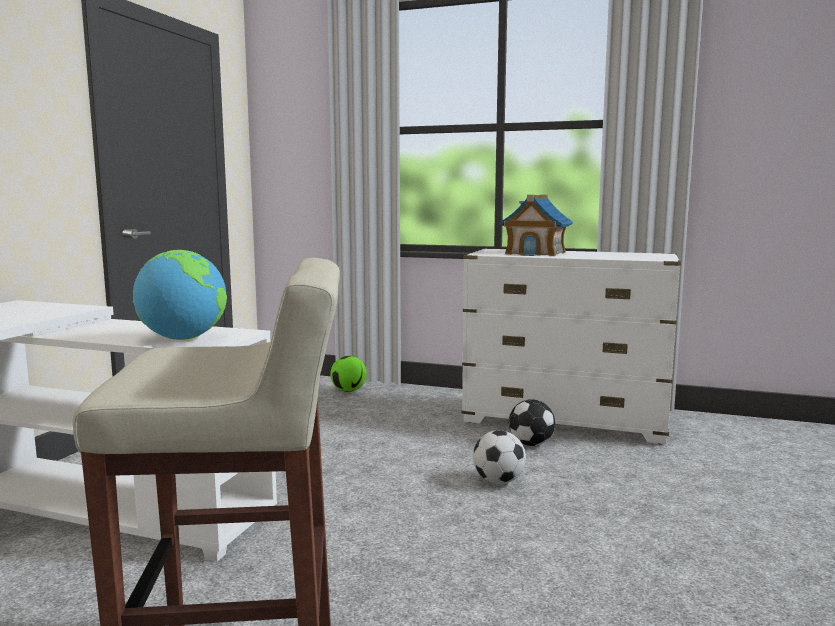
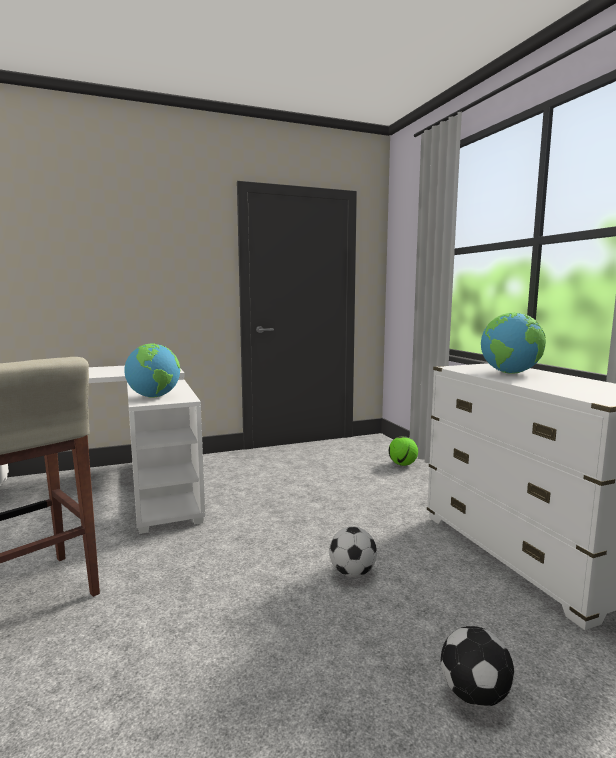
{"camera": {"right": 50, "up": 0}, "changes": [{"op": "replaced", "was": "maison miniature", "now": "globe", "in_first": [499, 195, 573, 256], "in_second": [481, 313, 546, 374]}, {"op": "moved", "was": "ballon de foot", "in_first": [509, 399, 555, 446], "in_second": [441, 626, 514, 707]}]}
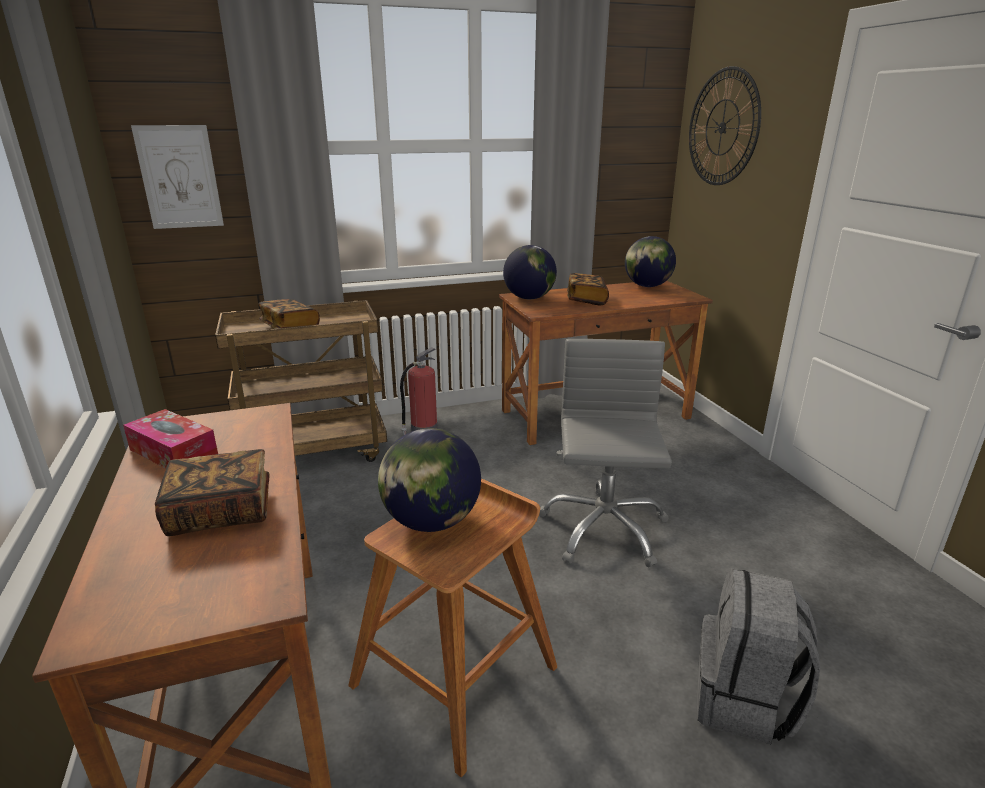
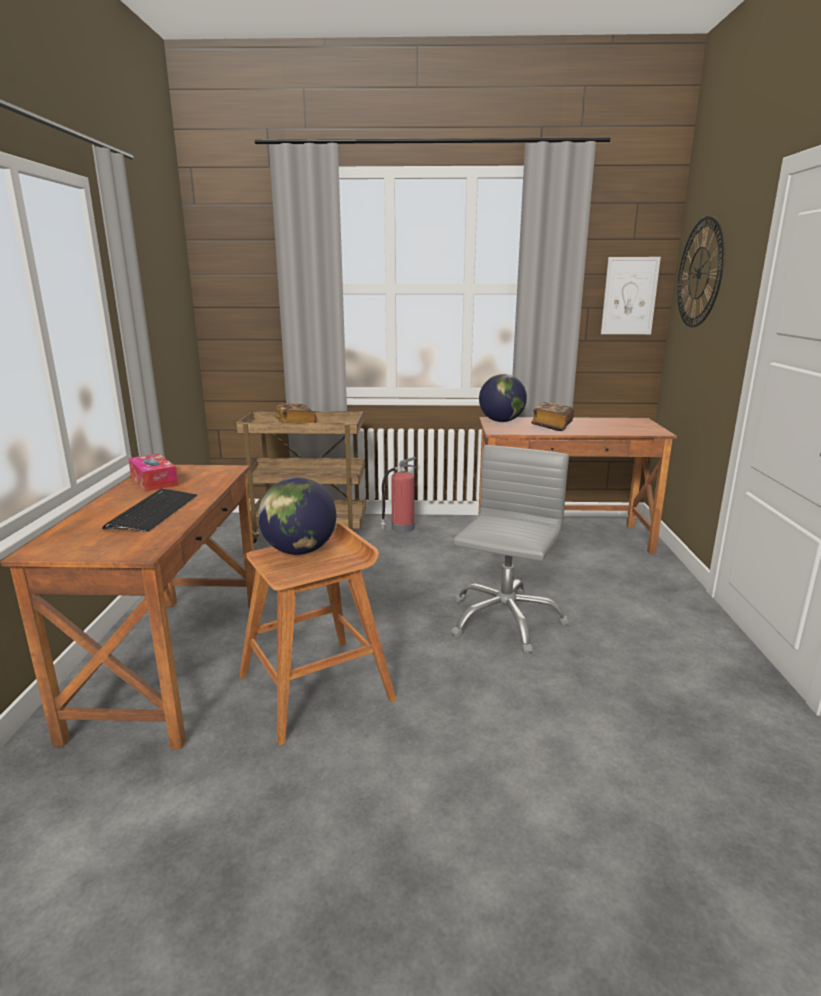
{"camera": {"right": 20, "up": -5}, "changes": [{"op": "moved", "was": "tableau", "in_first": [131, 125, 224, 229], "in_second": [601, 257, 661, 334]}, {"op": "removed", "was": "globe", "in_first": [625, 236, 676, 287]}, {"op": "replaced", "was": "livre", "now": "clavier", "in_first": [155, 449, 270, 536], "in_second": [102, 489, 197, 532]}, {"op": "removed", "was": "sac à dos [gris]", "in_first": [697, 568, 820, 744]}]}
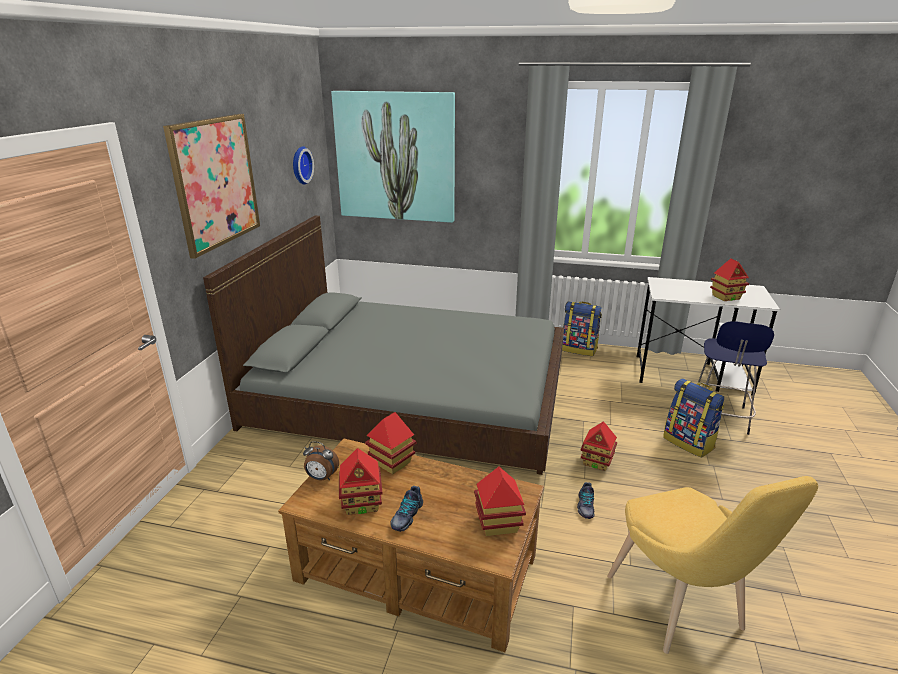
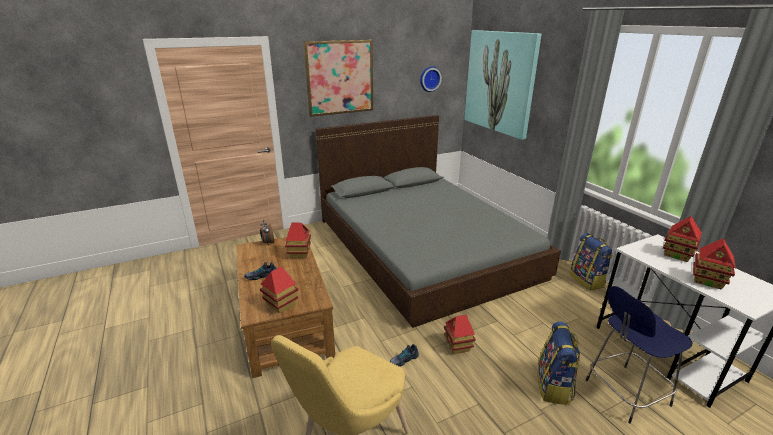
{"camera": {"right": 50, "up": 0}, "changes": [{"op": "moved", "was": "maison miniature", "in_first": [339, 448, 382, 515], "in_second": [663, 216, 702, 262]}]}
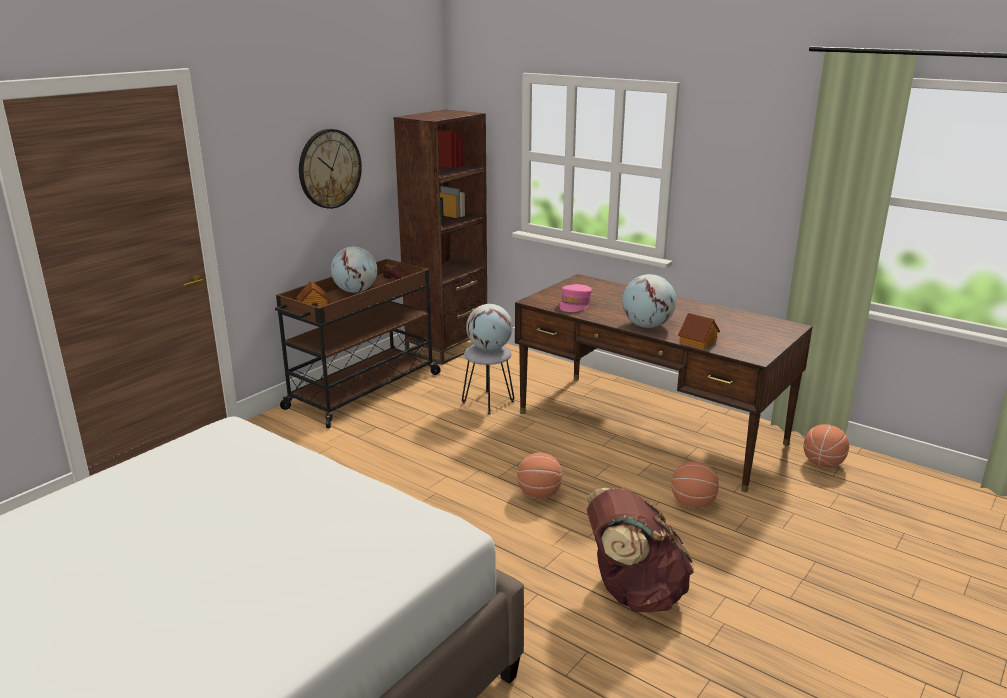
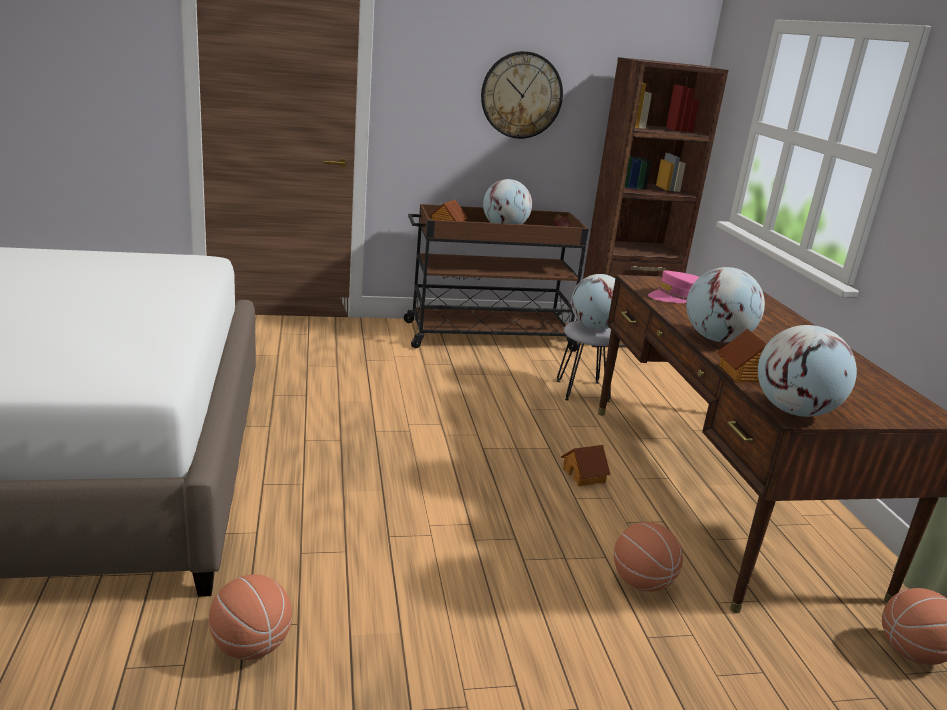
{"camera": {"right": 40, "up": 0}, "changes": [{"op": "moved", "was": "ballon de basket", "in_first": [517, 453, 562, 499], "in_second": [209, 574, 292, 660]}, {"op": "removed", "was": "sac à dos [marron]", "in_first": [586, 488, 694, 612]}, {"op": "added", "now": "globe", "in_second": [758, 325, 857, 417]}, {"op": "added", "now": "maison miniature", "in_second": [561, 445, 611, 486]}]}
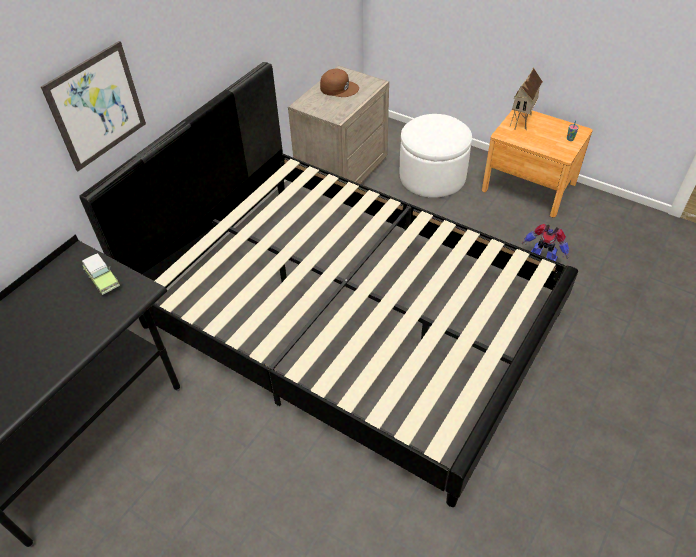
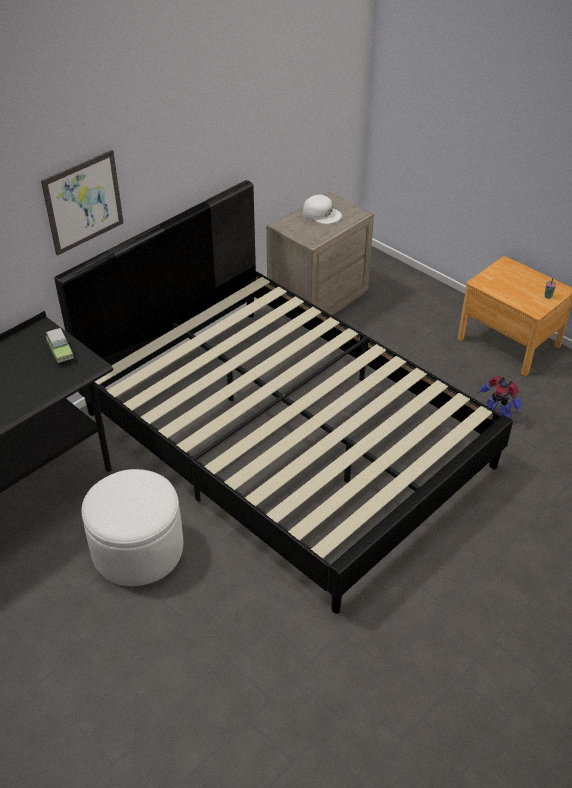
{"camera": {"right": 10, "up": -5}, "changes": [{"op": "removed", "was": "maison miniature", "in_first": [510, 67, 543, 130]}, {"op": "recoloured", "was": "casquette [marron]", "now": "casquette [blanc]", "in_first": [320, 69, 359, 97], "in_second": [303, 195, 342, 224]}, {"op": "moved", "was": "pouf [blanc]", "in_first": [400, 114, 472, 198], "in_second": [82, 469, 183, 586]}]}
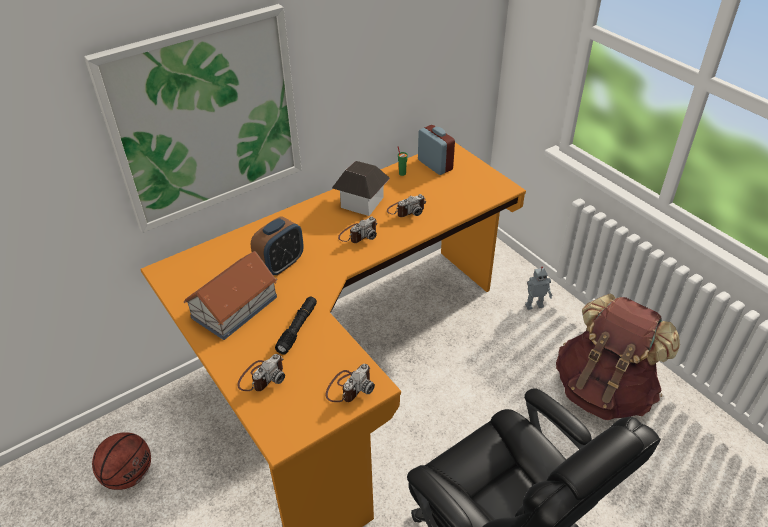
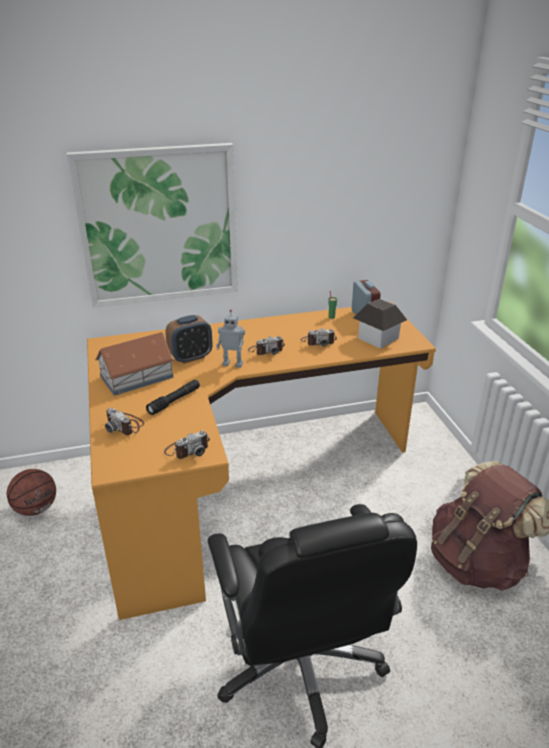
{"camera": {"right": 20, "up": -10}, "changes": [{"op": "moved", "was": "maison miniature", "in_first": [332, 161, 390, 216], "in_second": [353, 299, 407, 349]}, {"op": "moved", "was": "robot jouet", "in_first": [525, 266, 553, 310], "in_second": [216, 309, 245, 368]}, {"op": "turned", "was": "appareil photo", "in_first": [237, 354, 285, 391], "in_second": [105, 408, 144, 435], "clockwise": 75}]}
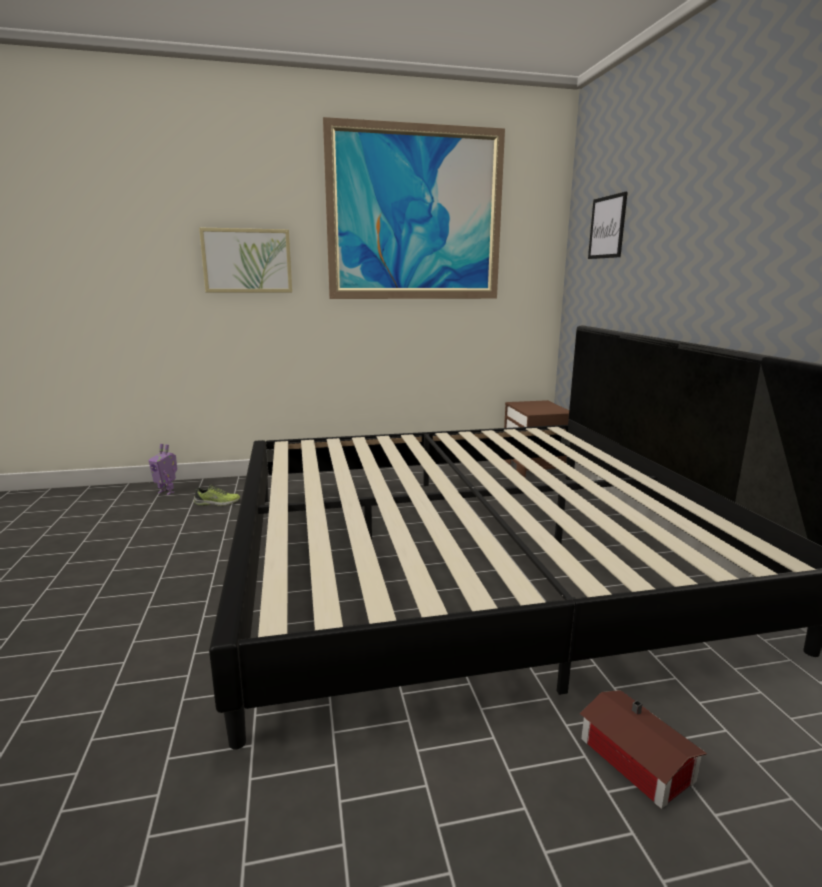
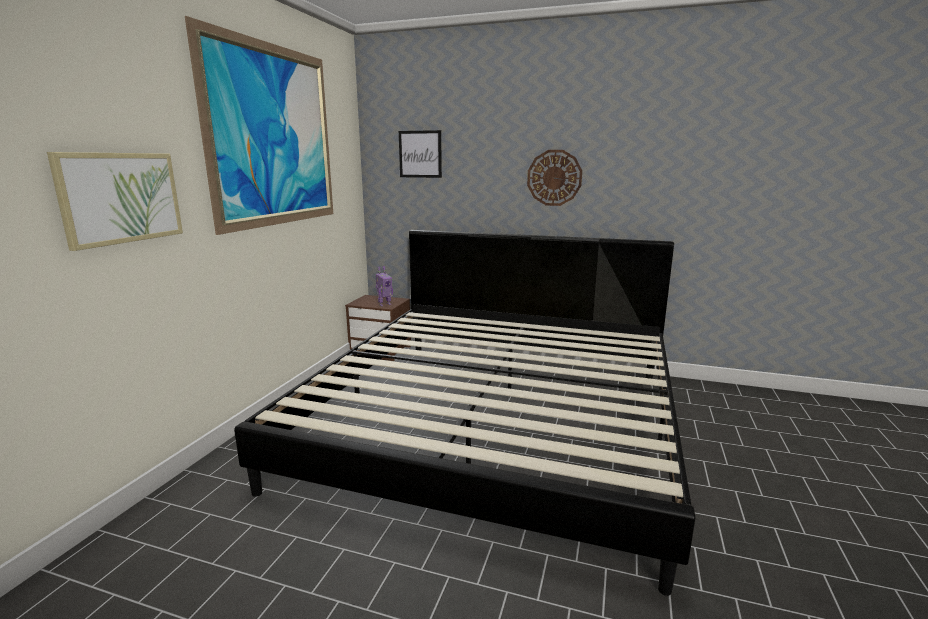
{"camera": {"right": -60, "up": 0}, "changes": [{"op": "moved", "was": "robot jouet", "in_first": [148, 444, 177, 495], "in_second": [376, 266, 393, 306]}, {"op": "removed", "was": "chaussure", "in_first": [194, 485, 240, 506]}, {"op": "removed", "was": "maison miniature", "in_first": [579, 690, 707, 809]}, {"op": "added", "now": "horloge murale", "in_second": [527, 150, 582, 206]}]}
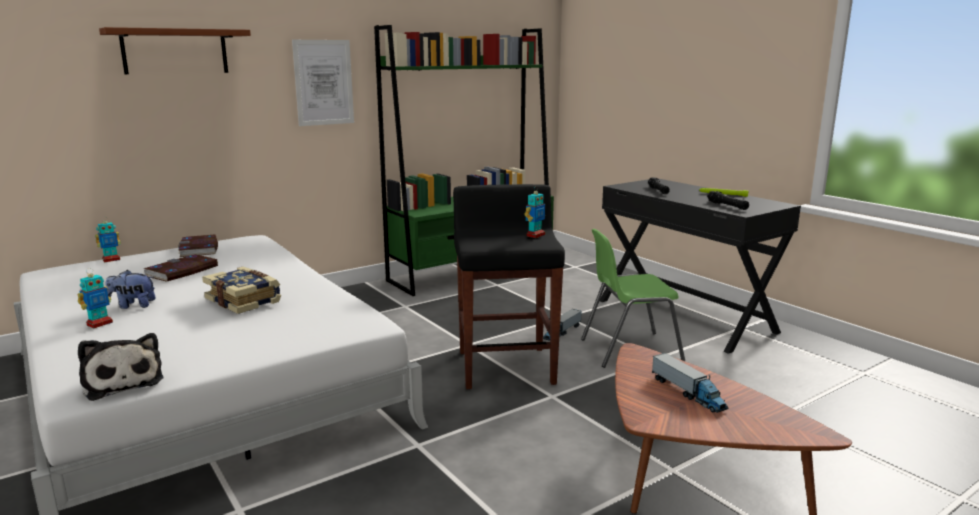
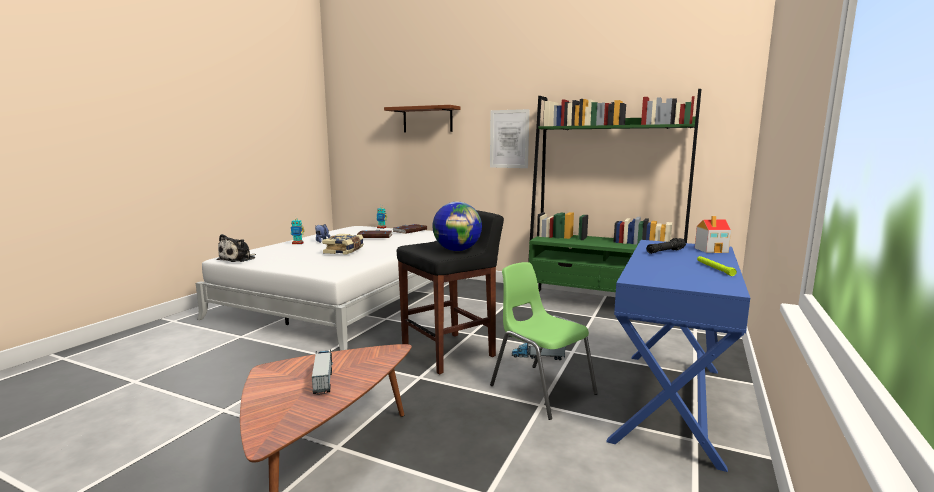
{"camera": {"right": 60, "up": -5}, "changes": [{"op": "recoloured", "was": "bureau [noir]", "now": "bureau [bleu]", "in_first": [600, 179, 801, 354], "in_second": [606, 240, 750, 472]}, {"op": "replaced", "was": "robot jouet", "now": "globe", "in_first": [524, 186, 545, 238], "in_second": [432, 202, 482, 251]}, {"op": "removed", "was": "lampe de poche [noir]", "in_first": [707, 191, 749, 210]}, {"op": "turned", "was": "camion jouet", "in_first": [652, 353, 729, 413], "in_second": [312, 349, 333, 395], "clockwise": 135}, {"op": "added", "now": "maison miniature", "in_second": [695, 216, 731, 253]}]}
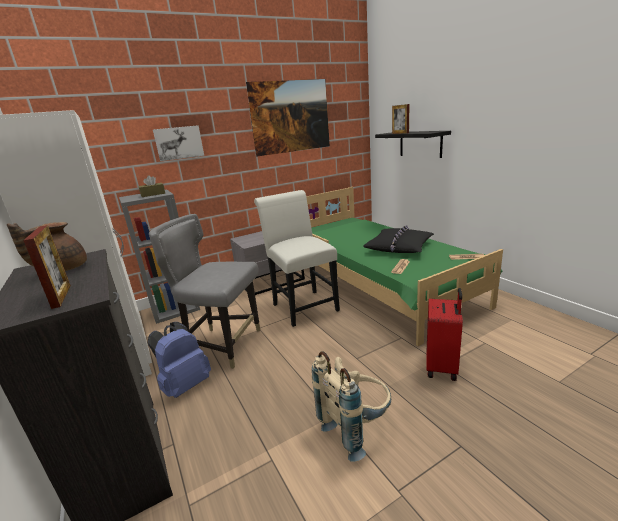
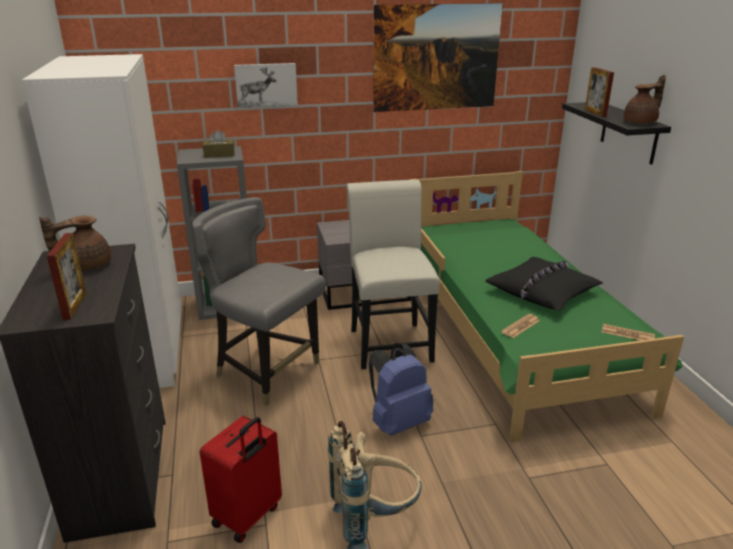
{"camera": {"right": 15, "up": 5}, "changes": [{"op": "moved", "was": "valise [rouge]", "in_first": [426, 288, 463, 381], "in_second": [200, 416, 282, 543]}, {"op": "moved", "was": "sac à dos [bleu]", "in_first": [148, 322, 211, 398], "in_second": [369, 343, 433, 436]}, {"op": "added", "now": "théière [marron]", "in_second": [624, 75, 666, 124]}]}
